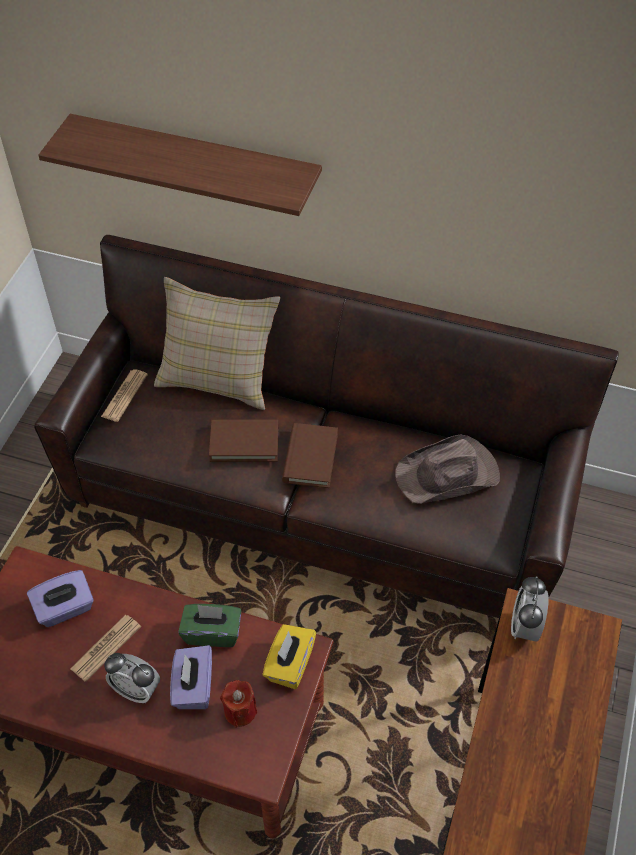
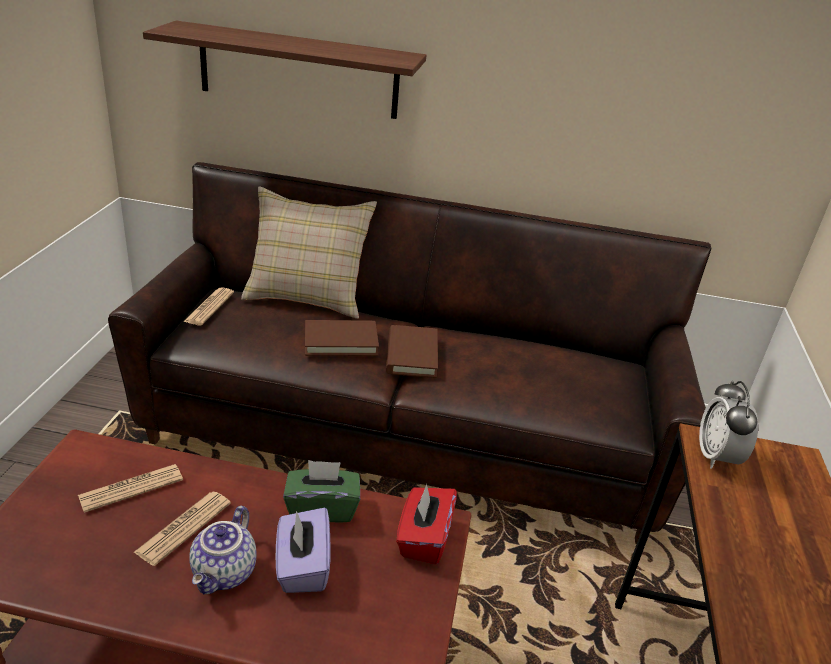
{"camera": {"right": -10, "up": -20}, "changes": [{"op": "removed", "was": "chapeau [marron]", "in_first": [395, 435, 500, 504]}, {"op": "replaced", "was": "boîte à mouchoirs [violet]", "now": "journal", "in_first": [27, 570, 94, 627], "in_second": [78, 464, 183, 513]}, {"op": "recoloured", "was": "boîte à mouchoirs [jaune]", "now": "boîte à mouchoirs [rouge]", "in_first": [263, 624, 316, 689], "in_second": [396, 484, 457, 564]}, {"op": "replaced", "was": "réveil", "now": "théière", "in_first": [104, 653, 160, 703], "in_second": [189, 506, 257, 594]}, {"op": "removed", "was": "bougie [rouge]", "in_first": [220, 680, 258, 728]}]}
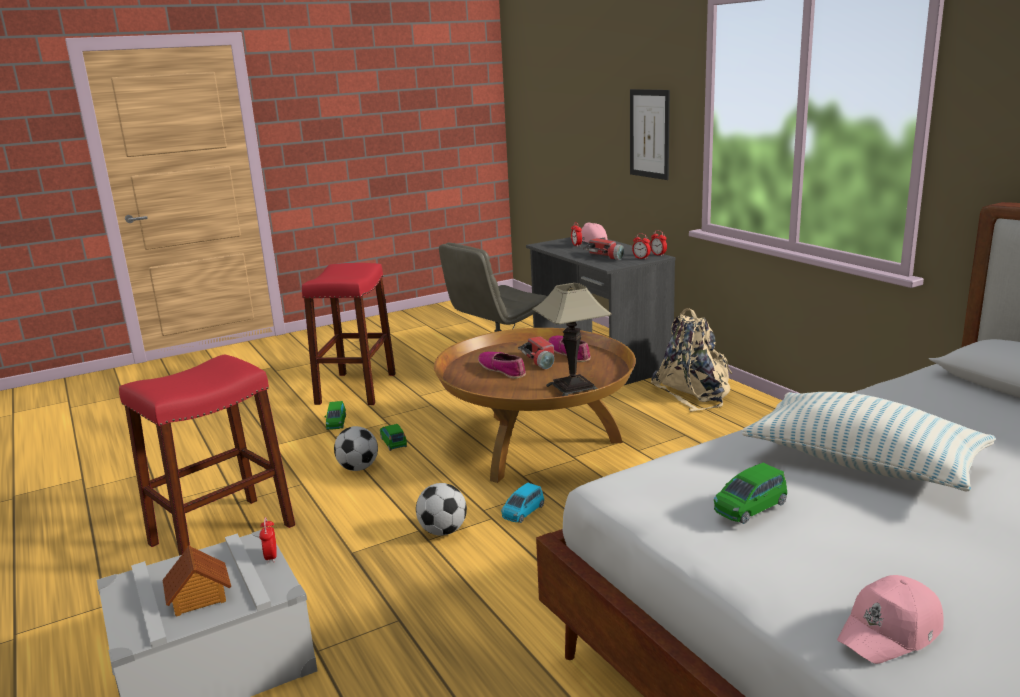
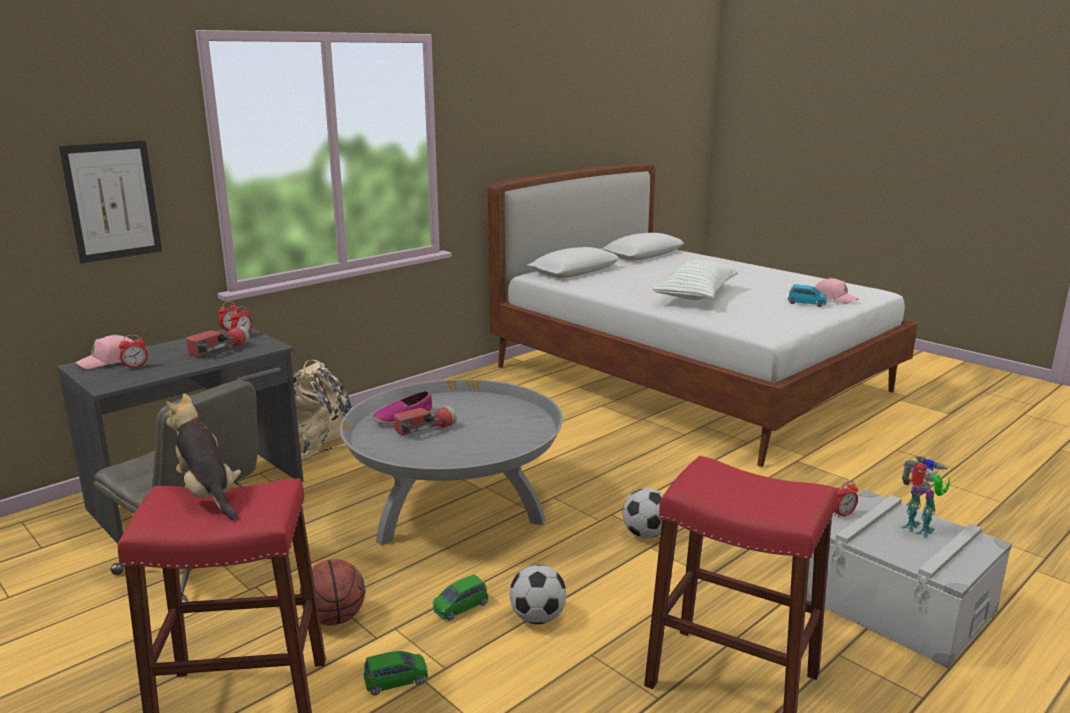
{"camera": {"right": -105, "up": 0}, "changes": [{"op": "removed", "was": "lampe de table", "in_first": [532, 283, 612, 396]}, {"op": "recoloured", "was": "table basse [marron]", "now": "table basse [gris]", "in_first": [434, 328, 636, 483], "in_second": [340, 379, 563, 546]}, {"op": "removed", "was": "chaussure", "in_first": [478, 352, 526, 379]}, {"op": "removed", "was": "petite voiture [vert]", "in_first": [714, 463, 787, 524]}, {"op": "moved", "was": "petite voiture [bleu]", "in_first": [501, 483, 544, 523], "in_second": [788, 285, 827, 307]}, {"op": "replaced", "was": "maison miniature", "now": "robot jouet", "in_first": [163, 545, 231, 617], "in_second": [901, 456, 950, 538]}, {"op": "added", "now": "peluche", "in_second": [166, 393, 241, 521]}, {"op": "added", "now": "ballon de basket", "in_second": [300, 559, 365, 626]}]}
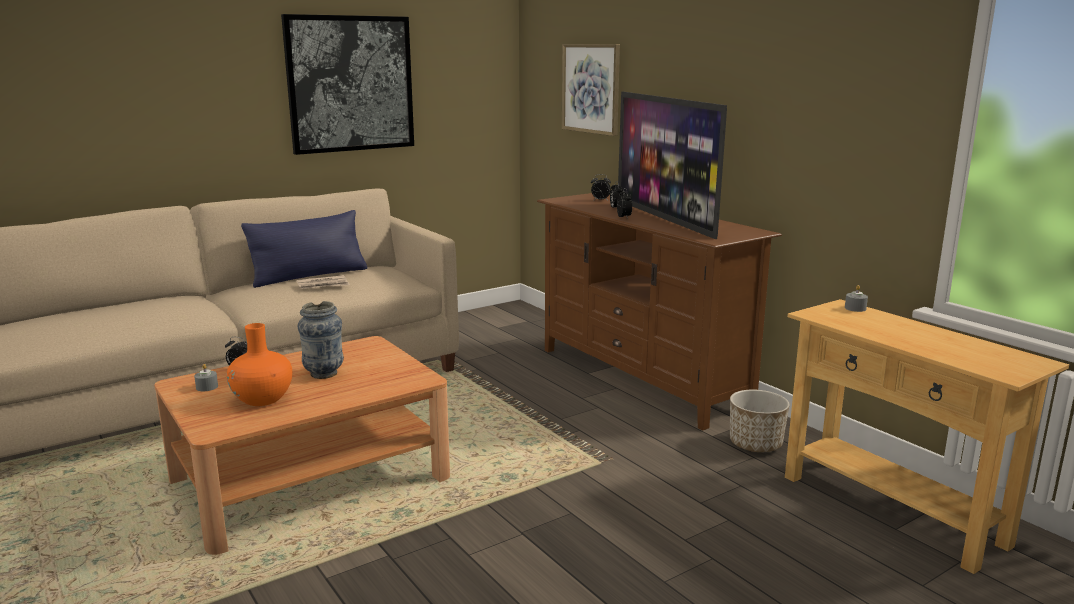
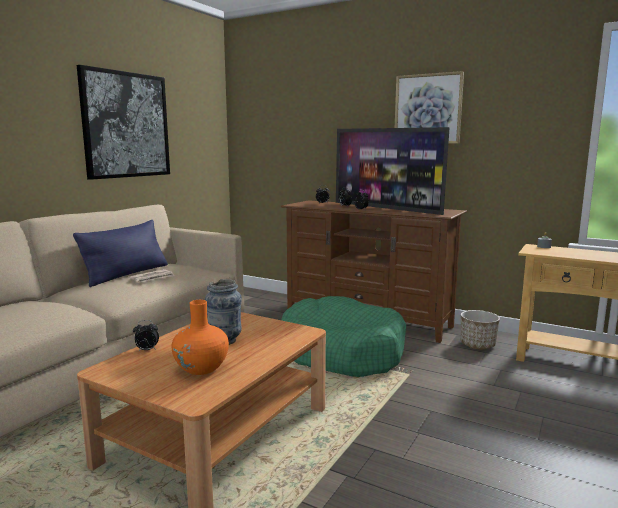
{"camera": {"right": -25, "up": -5}, "changes": [{"op": "moved", "was": "tableau", "in_first": [562, 44, 620, 136], "in_second": [394, 71, 464, 144]}, {"op": "removed", "was": "bougie [gris]", "in_first": [194, 364, 218, 391]}, {"op": "added", "now": "panier pour chien [vert]", "in_second": [281, 296, 406, 377]}]}
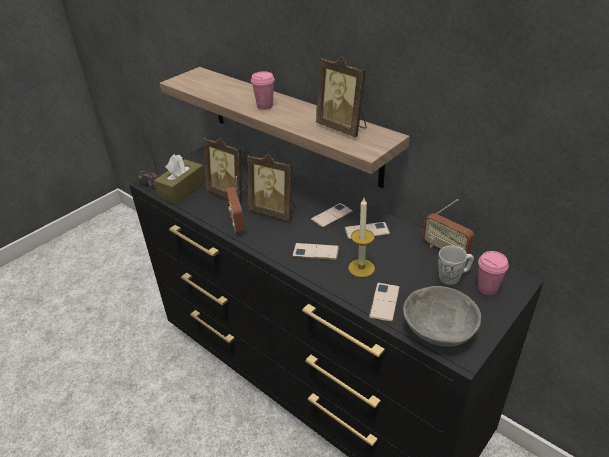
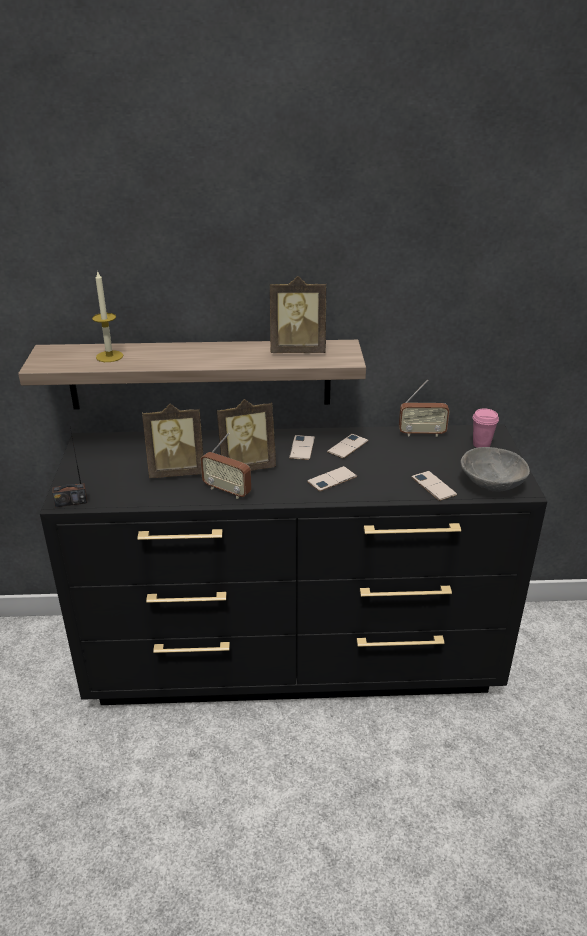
{"camera": {"right": -45, "up": -5}, "changes": [{"op": "removed", "was": "tasse [rose]", "in_first": [251, 71, 275, 110]}, {"op": "removed", "was": "boîte à mouchoirs [marron]", "in_first": [154, 154, 206, 204]}, {"op": "moved", "was": "bougie", "in_first": [348, 198, 375, 277], "in_second": [92, 270, 123, 362]}, {"op": "removed", "was": "mug [blanc]", "in_first": [438, 245, 474, 285]}]}
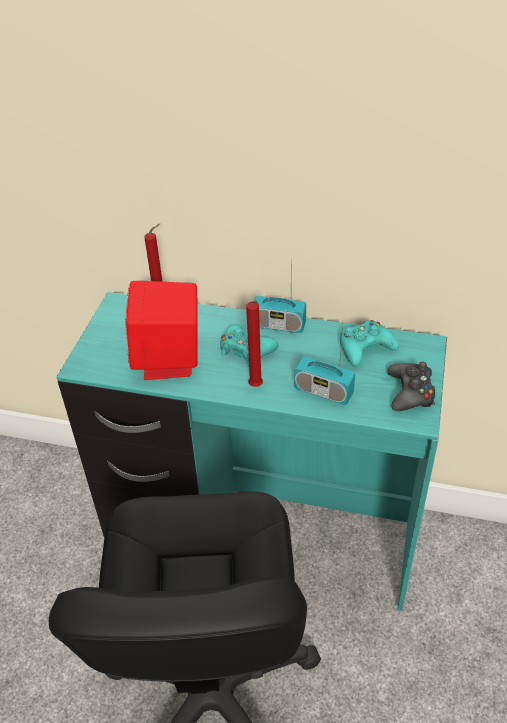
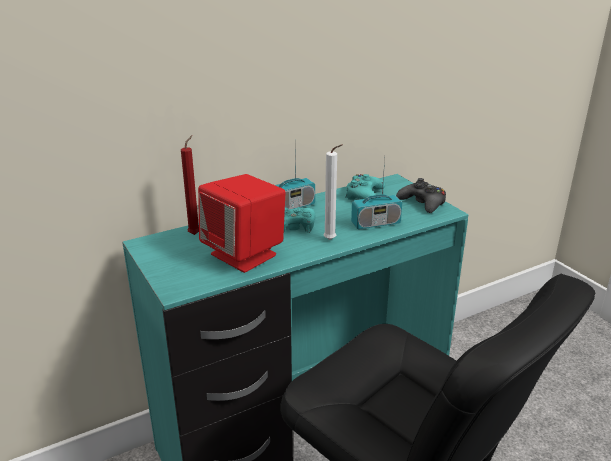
{"camera": {"right": -45, "up": -15}, "changes": [{"op": "recoloured", "was": "bougie [rouge]", "now": "bougie [blanc]", "in_first": [246, 300, 263, 387], "in_second": [324, 144, 343, 240]}]}
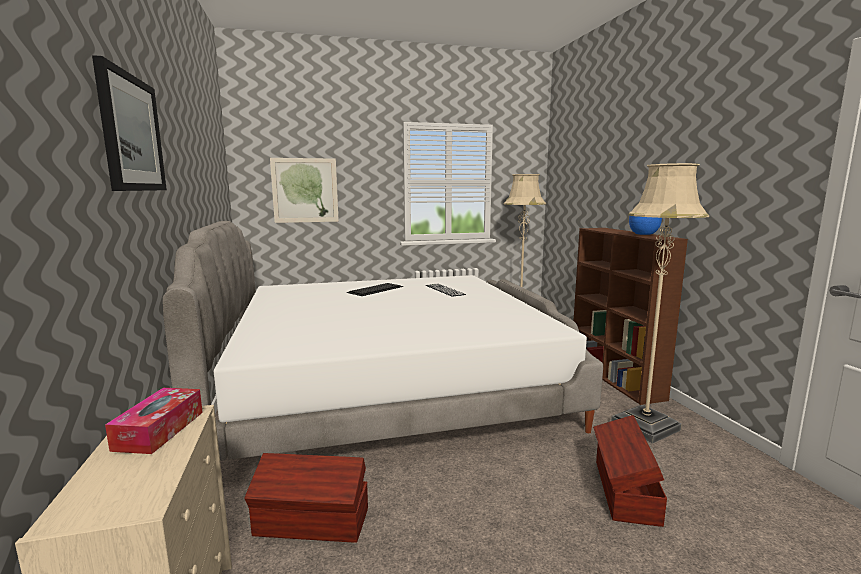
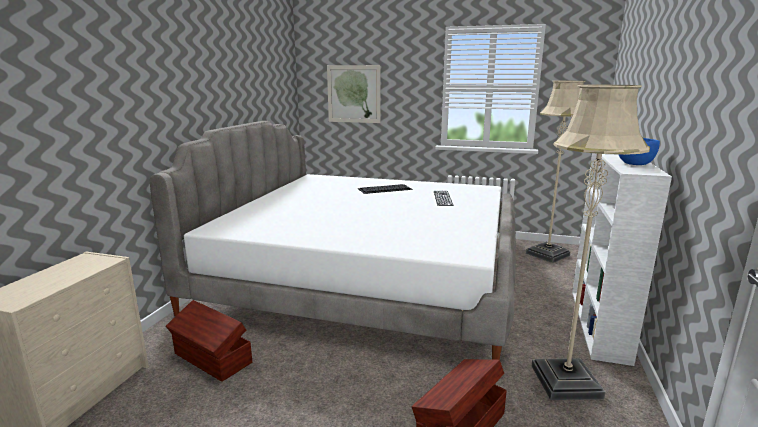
{"camera": {"right": 30, "up": 5}, "changes": [{"op": "removed", "was": "tableau", "in_first": [92, 55, 167, 191]}, {"op": "recoloured", "was": "bibliothèque [marron]", "now": "bibliothèque [blanc]", "in_first": [573, 228, 688, 405], "in_second": [572, 153, 672, 366]}, {"op": "removed", "was": "boîte à mouchoirs", "in_first": [105, 388, 203, 454]}]}
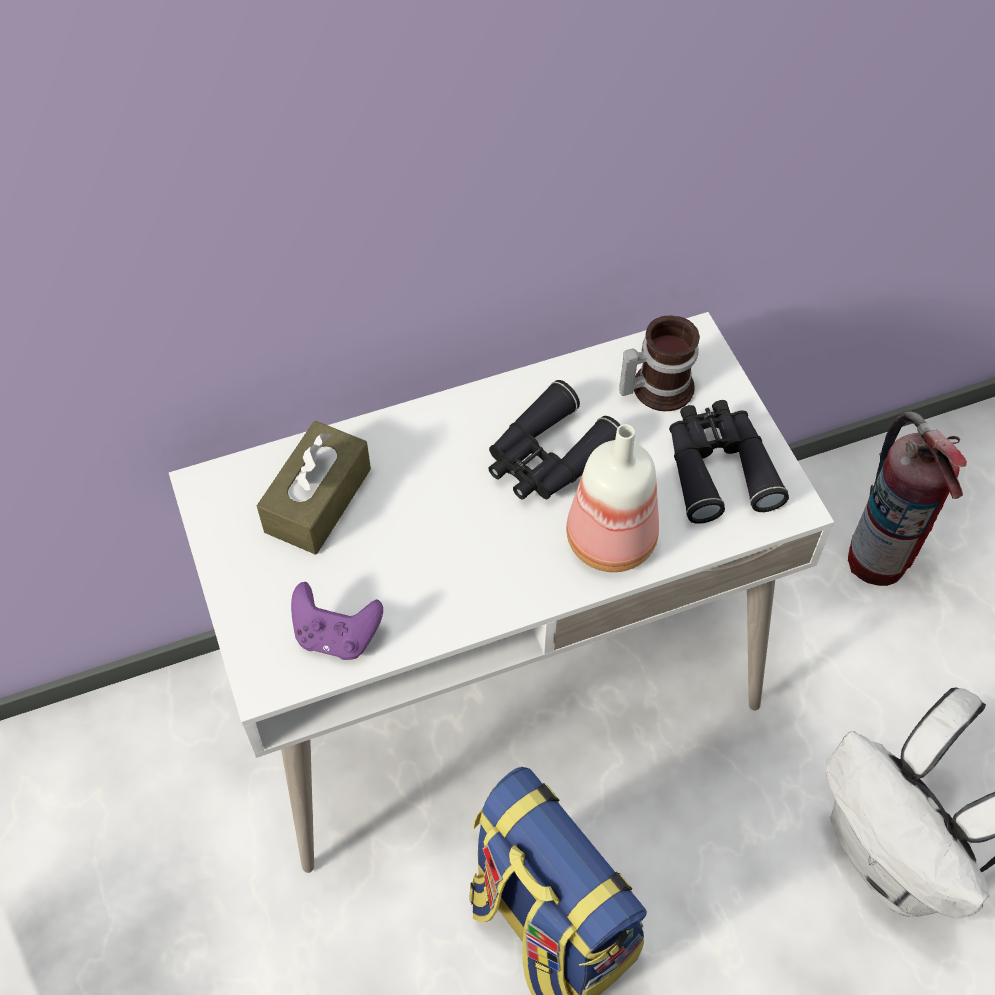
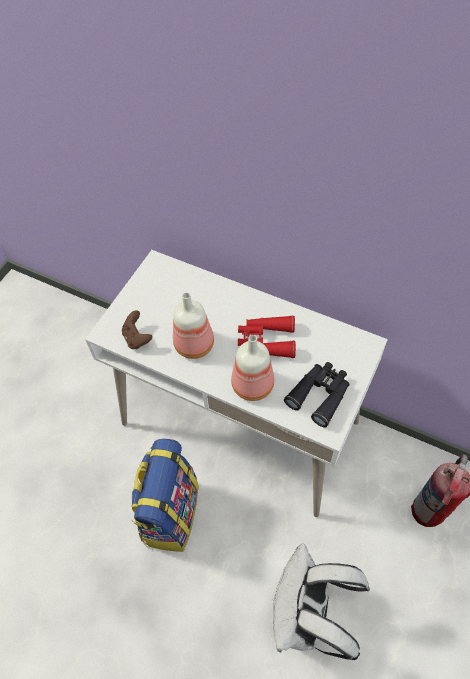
{"camera": {"right": 50, "up": 0}, "changes": [{"op": "removed", "was": "mug", "in_first": [619, 316, 700, 411]}, {"op": "recoloured", "was": "jumelles [noir]", "now": "jumelles [rouge]", "in_first": [488, 380, 620, 500], "in_second": [238, 315, 296, 358]}, {"op": "removed", "was": "boîte à mouchoirs [marron]", "in_first": [257, 421, 371, 555]}, {"op": "recoloured", "was": "manette [violet]", "now": "manette [marron]", "in_first": [291, 582, 383, 660], "in_second": [122, 310, 152, 349]}, {"op": "added", "now": "bouteille", "in_second": [173, 292, 214, 359]}]}
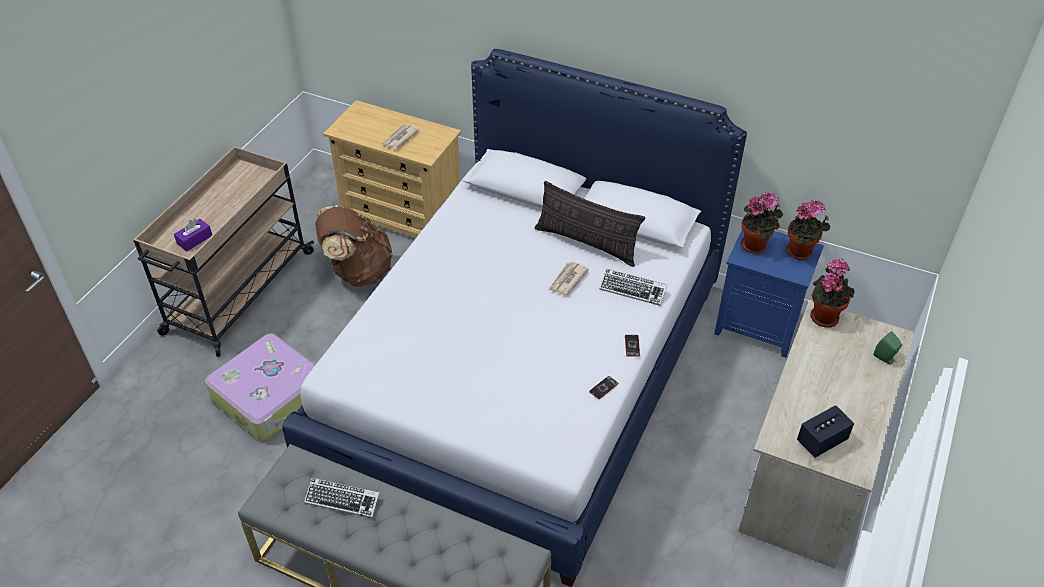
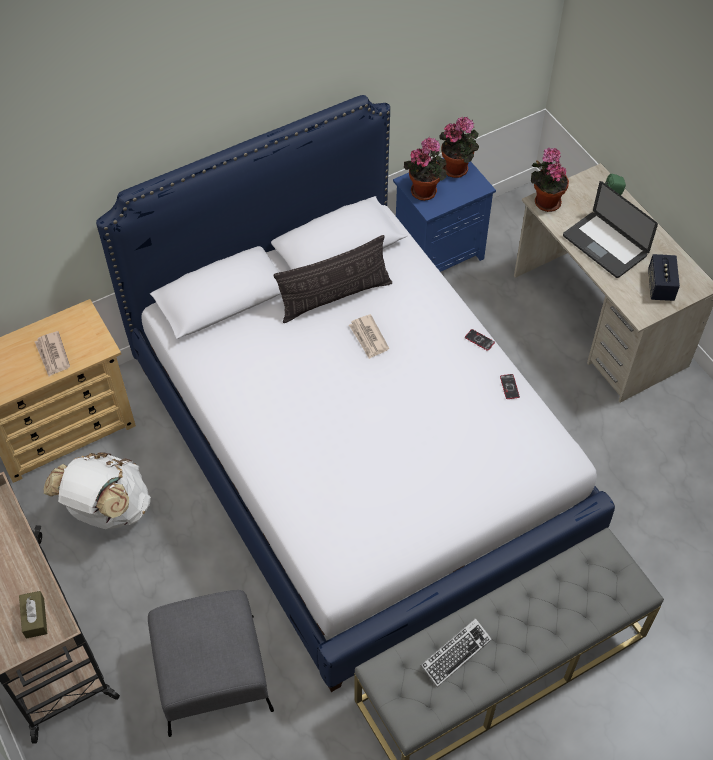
{"camera": {"right": -55, "up": 10}, "changes": [{"op": "recoloured", "was": "sac à dos [marron]", "now": "sac à dos [blanc]", "in_first": [315, 205, 393, 287], "in_second": [44, 452, 151, 529]}, {"op": "recoloured", "was": "boîte à mouchoirs [violet]", "now": "boîte à mouchoirs [marron]", "in_first": [174, 219, 212, 251], "in_second": [19, 591, 47, 639]}, {"op": "removed", "was": "clavier", "in_first": [599, 269, 667, 306]}, {"op": "replaced", "was": "valise", "now": "pouf [gris]", "in_first": [205, 333, 315, 441], "in_second": [148, 590, 274, 737]}, {"op": "added", "now": "ordinateur portable", "in_second": [563, 181, 658, 278]}]}
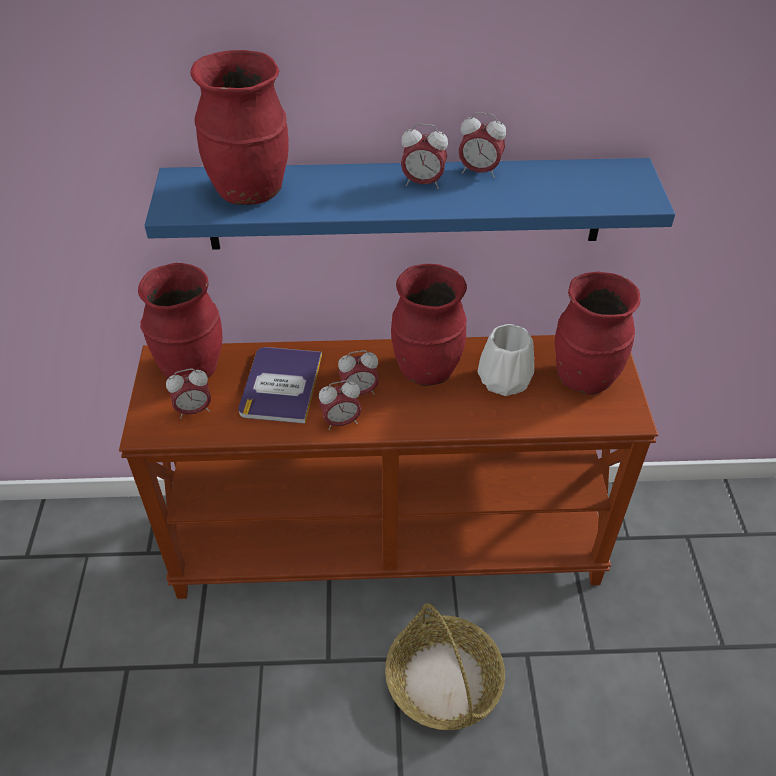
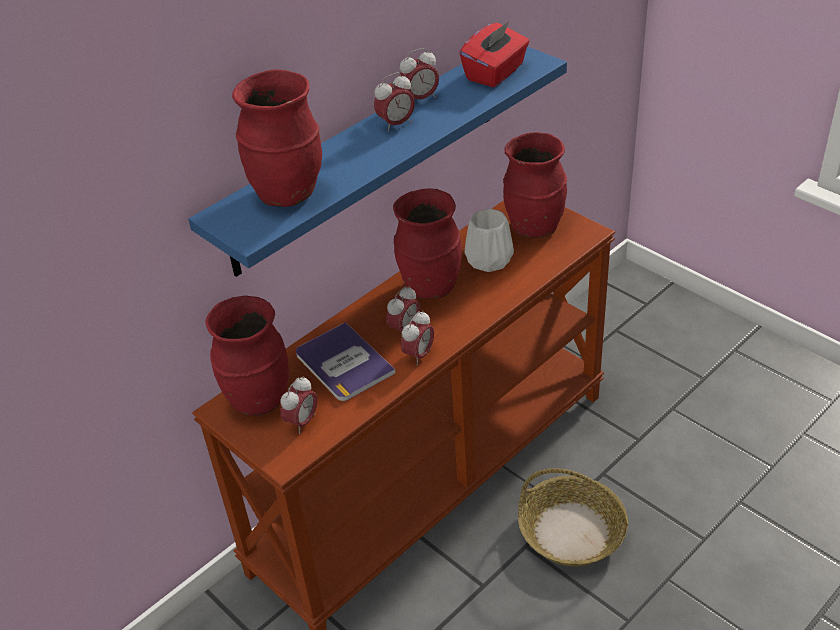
{"camera": {"right": -40, "up": -5}, "changes": [{"op": "added", "now": "boîte à mouchoirs [rouge]", "in_second": [460, 21, 530, 87]}]}
